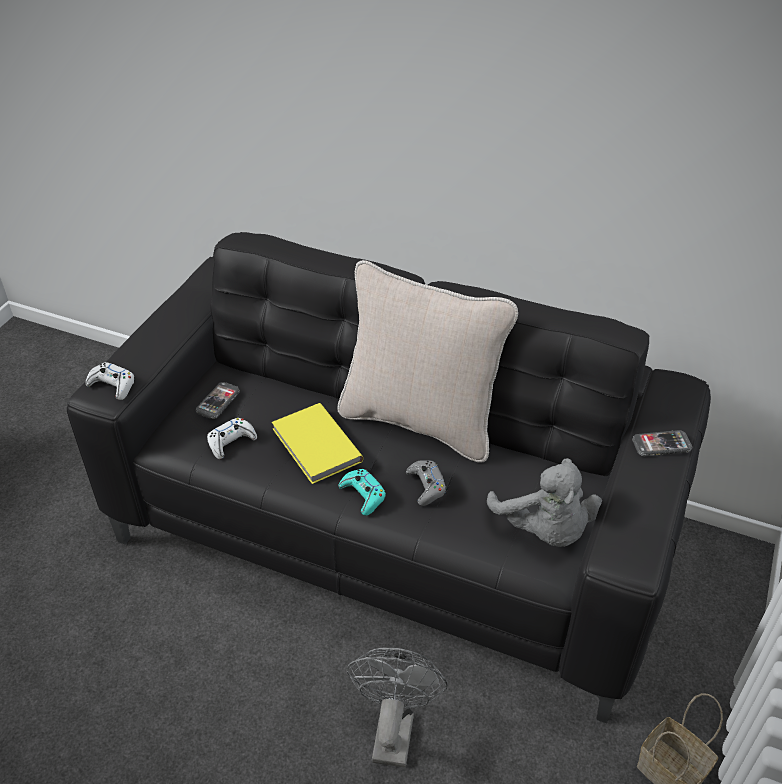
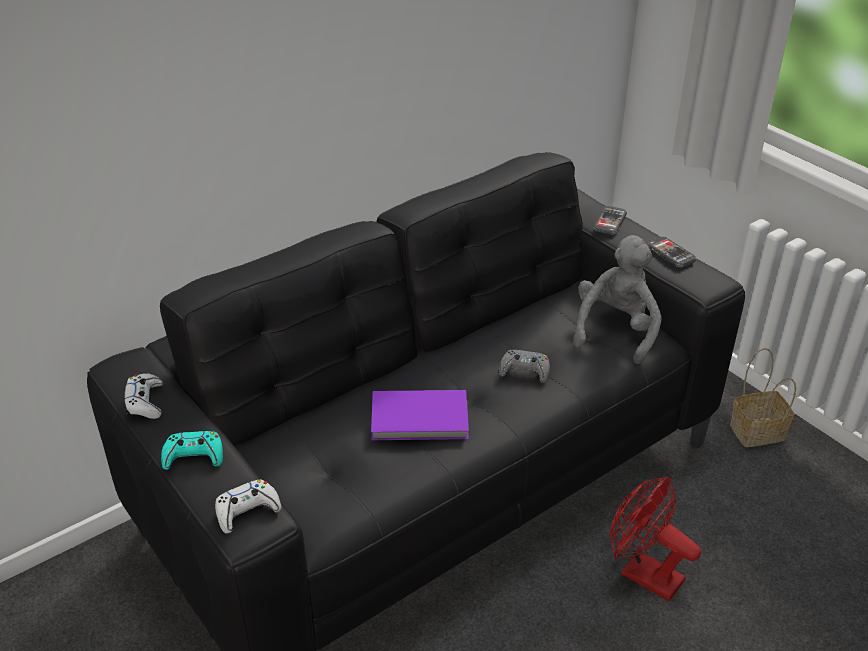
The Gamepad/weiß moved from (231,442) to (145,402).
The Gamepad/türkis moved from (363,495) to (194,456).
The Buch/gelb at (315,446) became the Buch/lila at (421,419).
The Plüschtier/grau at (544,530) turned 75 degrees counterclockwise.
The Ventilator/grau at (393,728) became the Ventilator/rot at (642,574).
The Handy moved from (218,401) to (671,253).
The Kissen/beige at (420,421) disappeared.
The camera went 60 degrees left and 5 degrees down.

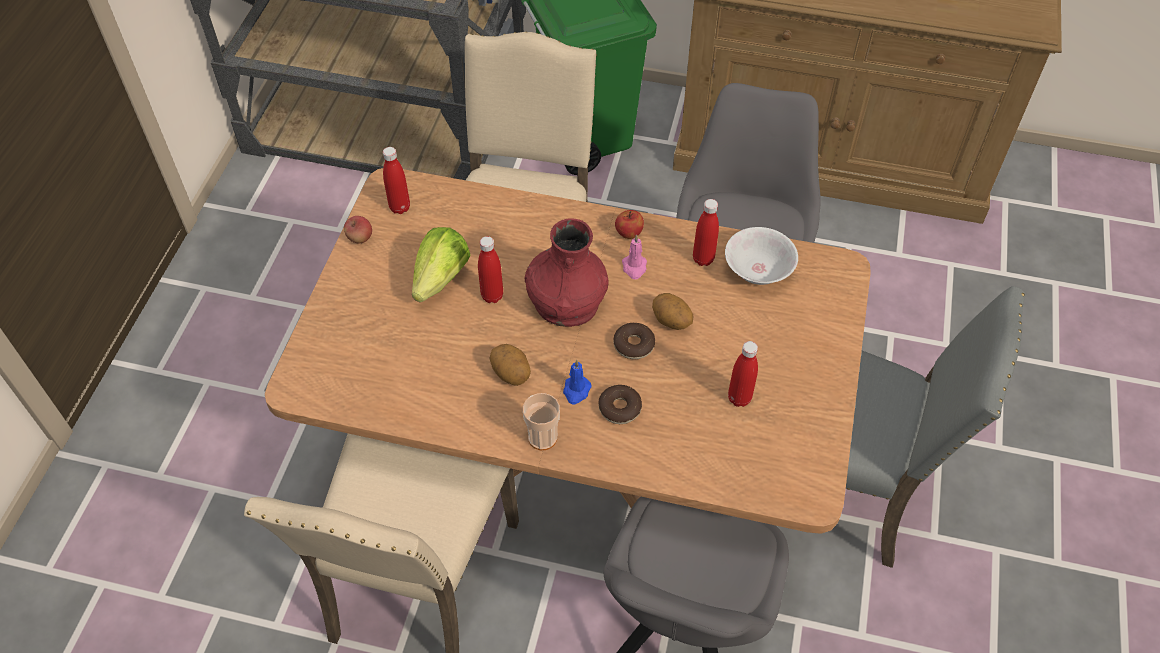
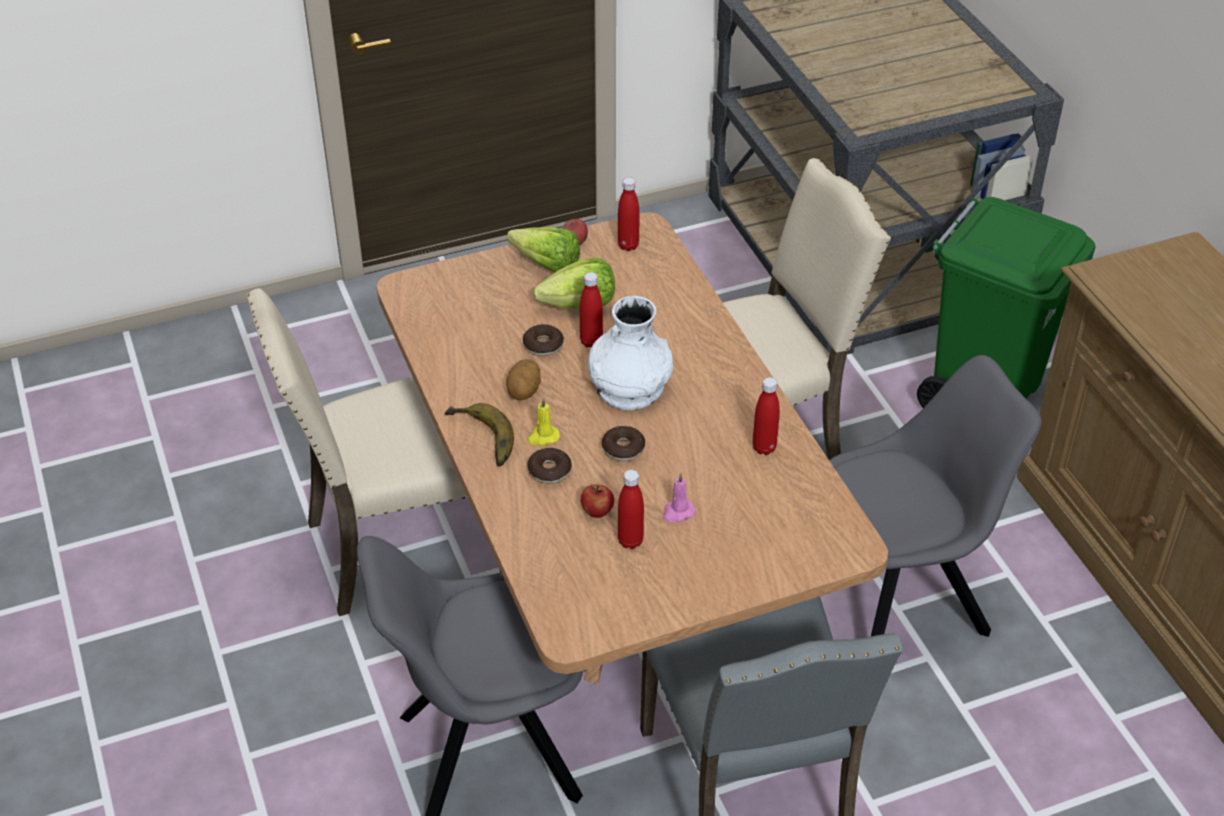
The Tasse at (542,437) was replaced by the Banane at (479,440).
The Salatkopf at (542,262) appeared.
The Donut at (543,345) appeared.
The Kerze/blau at (576,391) became the Kerze/gelb at (543,437).
The Apfel moved from (628,233) to (597,512).
The Vase/rot at (566,301) became the Vase/weiß at (629,386).
The Kerze/rosa moved from (634,267) to (677,512).
The Kartoffel at (671,321) disappeared.
The Schüssel/weiß at (758,271) disappeared.
The camera went 55 degrees right and 10 degrees down.

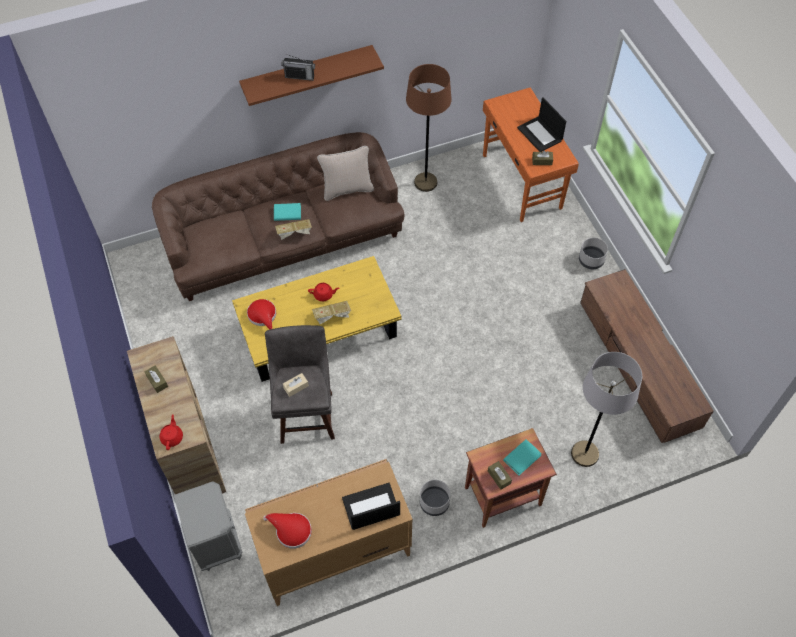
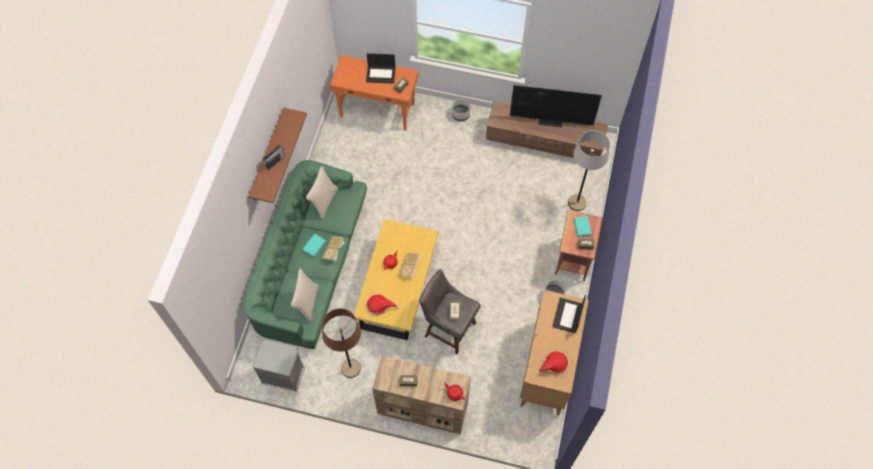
The Sofa/braun at (284,241) became the Sofa/grün at (312,266).
The Nachttisch/grau moved from (216,541) to (284,376).
The Kissen/beige at (307,303) appeared.
The Stehlampe/braun moved from (425,182) to (350,368).
The Fernseher at (551,120) appeared.
The camera went 55 degrees left and 5 degrees up.

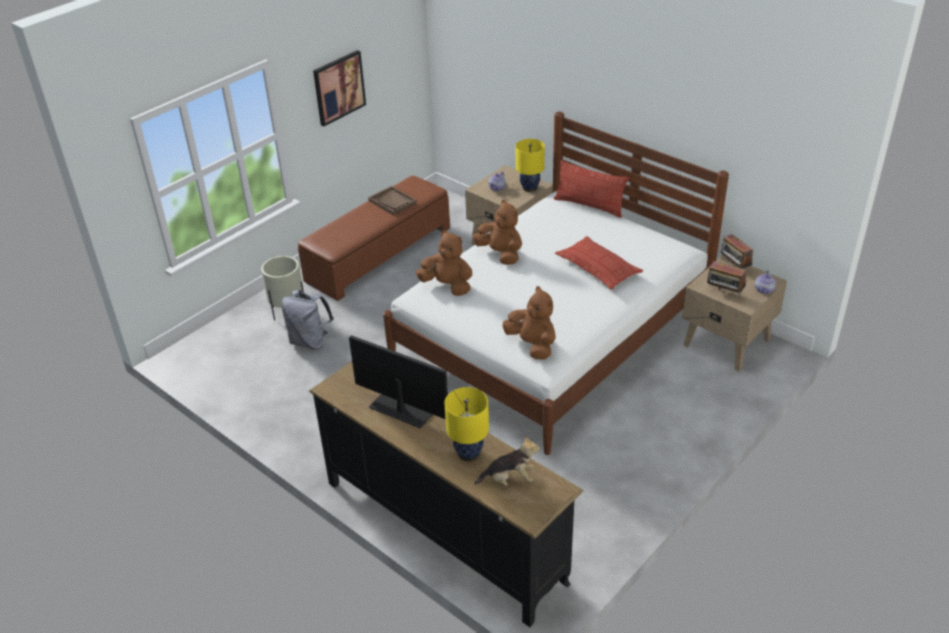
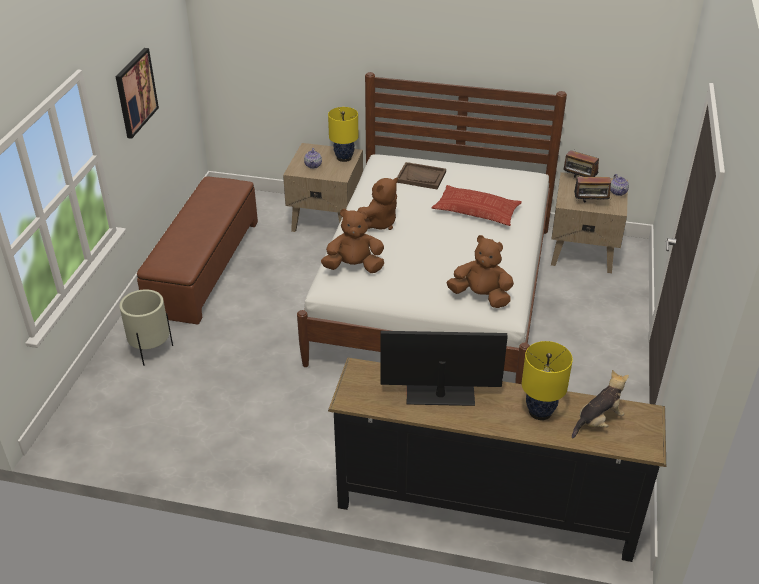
The Plüschtier/braun at (500,254) turned 120 degrees clockwise.
The Tablett/braun moved from (392,202) to (421,177).
The Rucksack/grau at (310,341) disappeared.
The Kissen at (589,205) disappeared.
The camera went 30 degrees left and 0 degrees up.

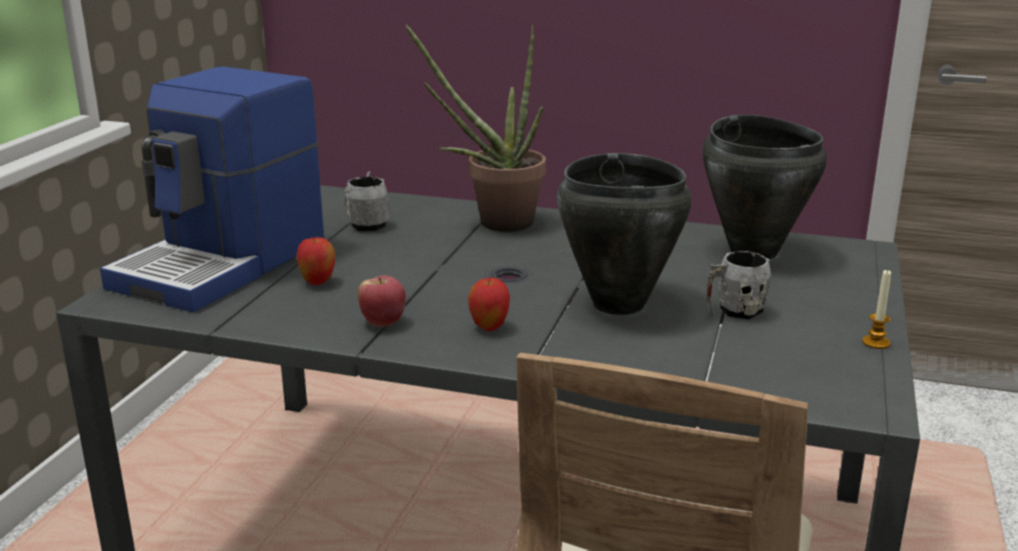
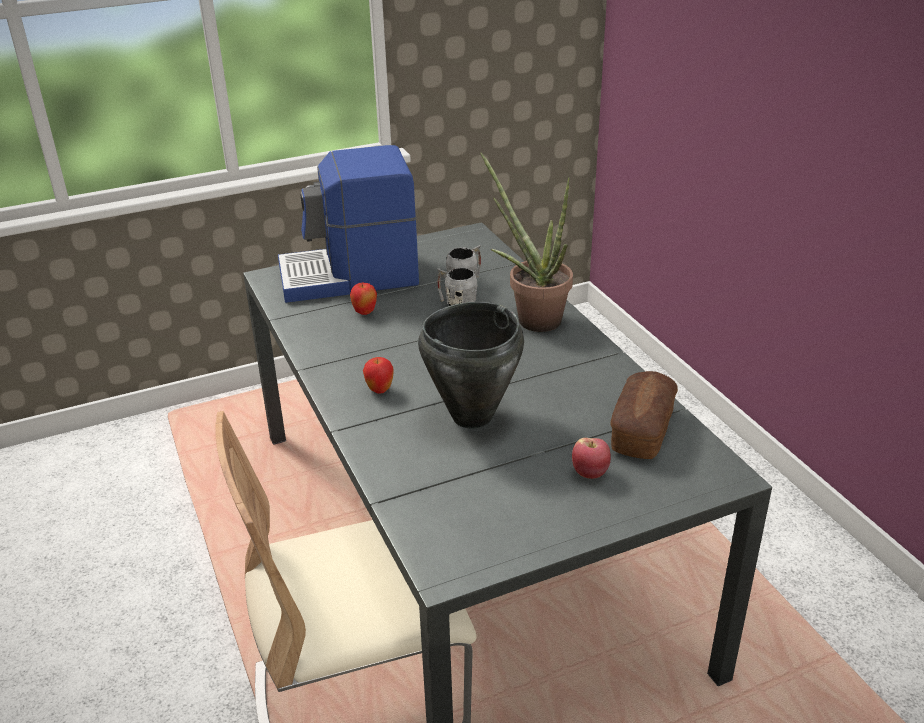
The Henkelbecher/grau moved from (734,311) to (457,304).
The Apfel moved from (383,322) to (590,473).
The Kochtopf/schwarz at (754,251) was replaced by the Brot at (642,430).
The Kerze at (876,343) disappeared.
The camera went 50 degrees right and 10 degrees up.

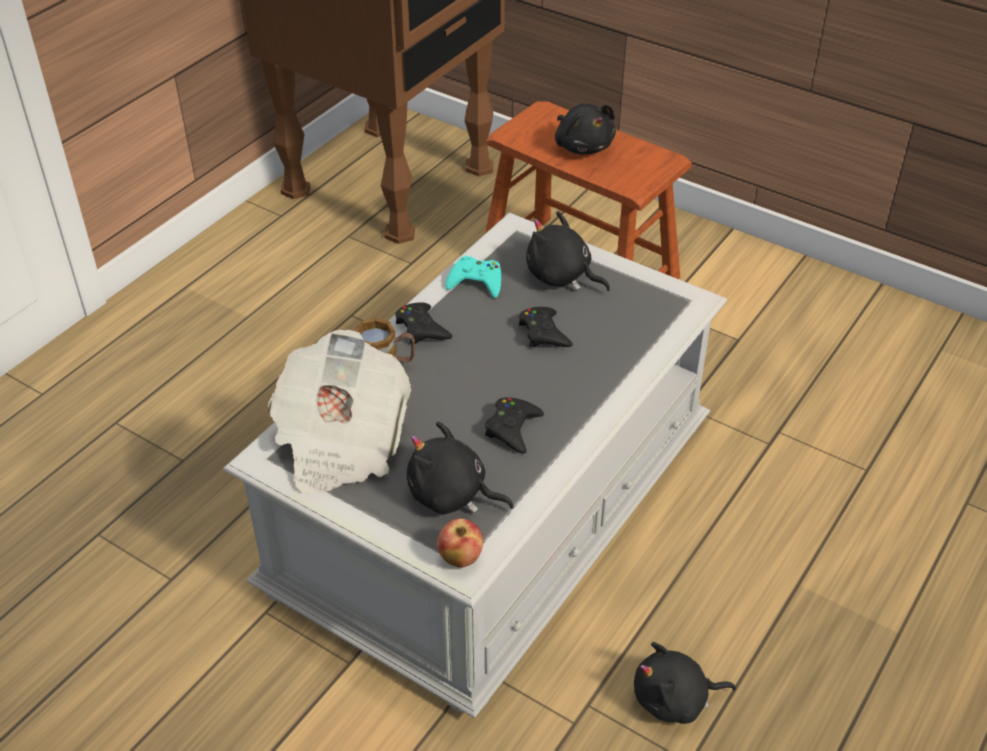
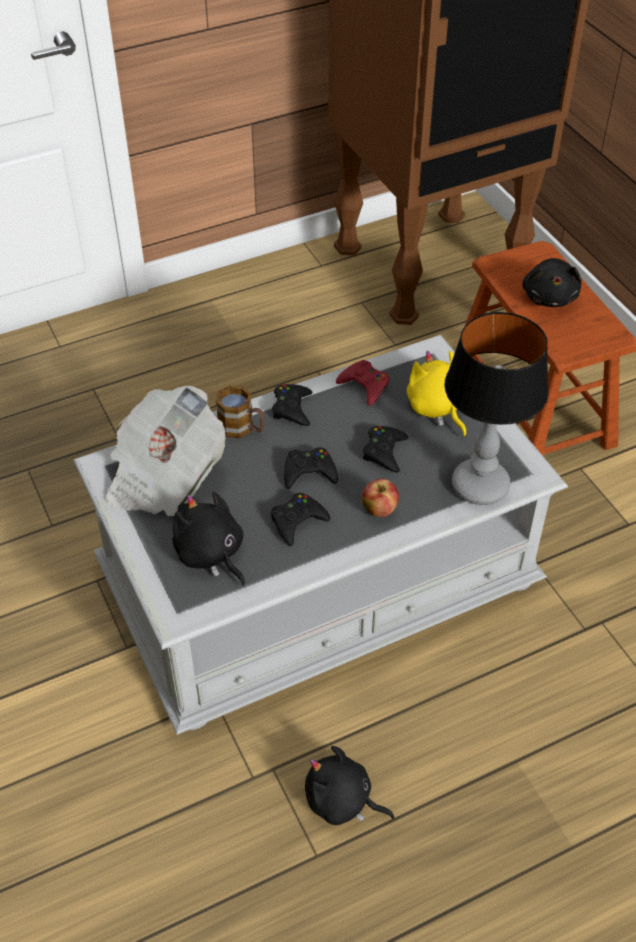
The Gamepad/schwarz at (309,472) appeared.
The Gamepad/türkis at (476,282) became the Gamepad/rot at (364,386).
The Apfel moved from (460,558) to (379,510).
The Plüschtier/schwarz at (561,276) became the Plüschtier/gelb at (437,408).
The Tischlampe at (481,485) appeared.
The camera went 30 degrees right and 5 degrees up.

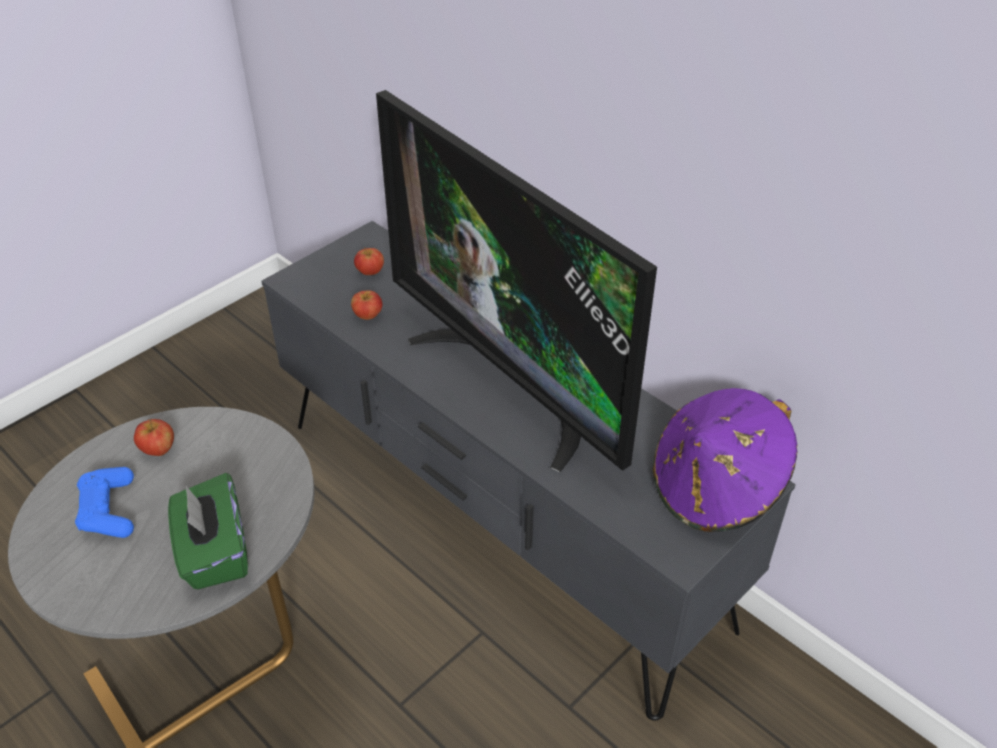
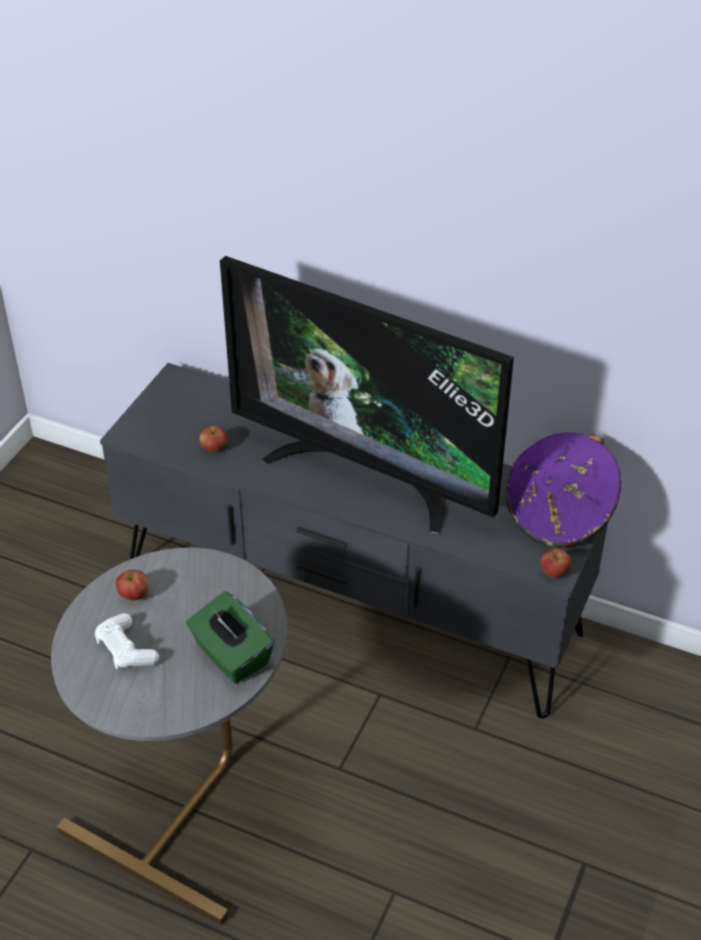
The Gamepad/blau at (109,510) became the Gamepad/weiß at (126,650).
The Apfel moved from (370,272) to (554,573).
The camera went 20 degrees left and 0 degrees up.

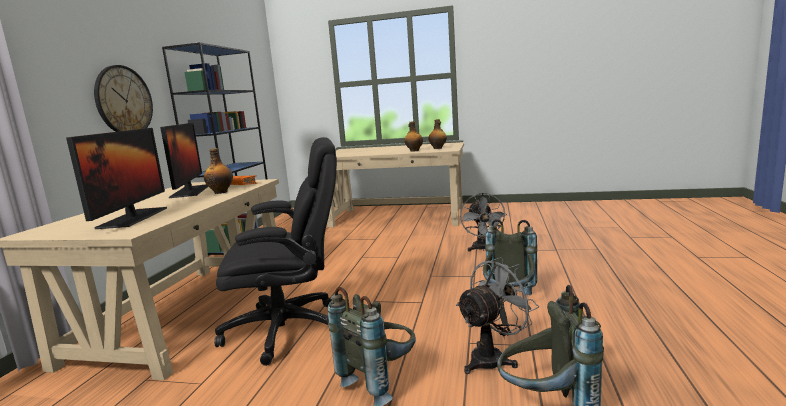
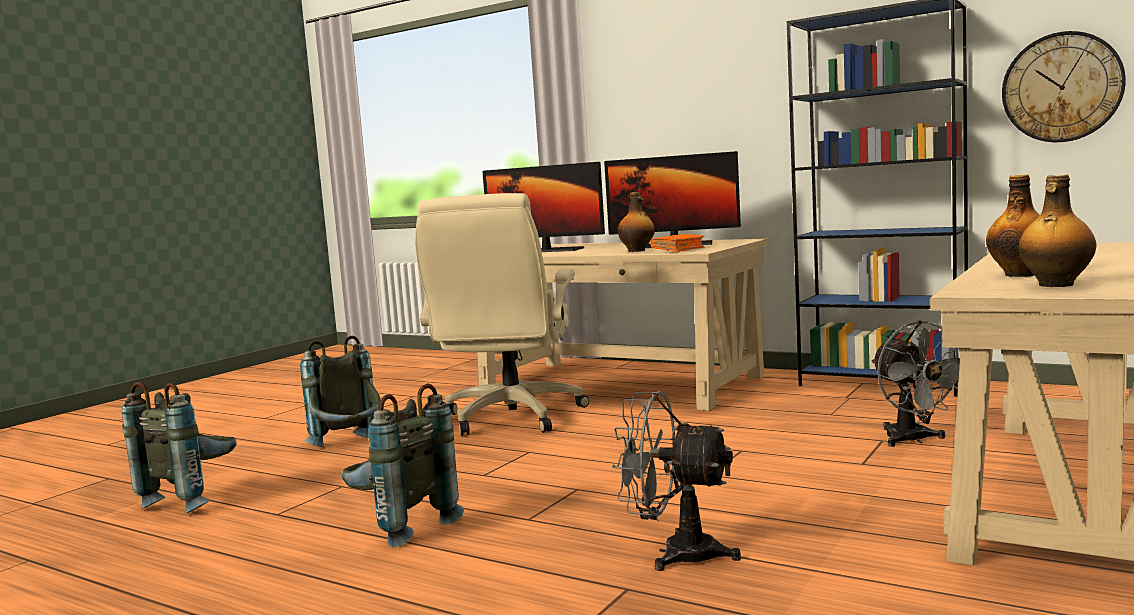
The Bürostuhl/schwarz at (293,329) became the Bürostuhl/beige at (509,420).
The Ventilator/grau moved from (493,357) to (913,440).
The Wanduhr moved from (123,101) to (1062,87).
The camera went 110 degrees right and 5 degrees down.

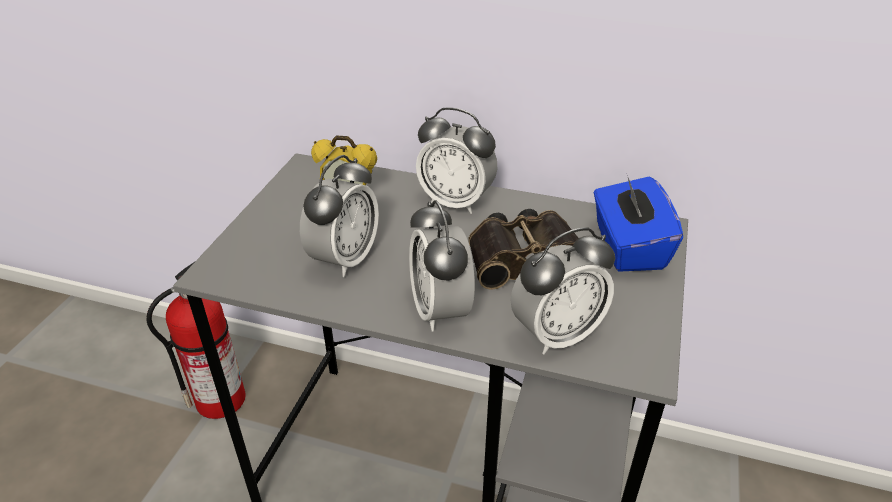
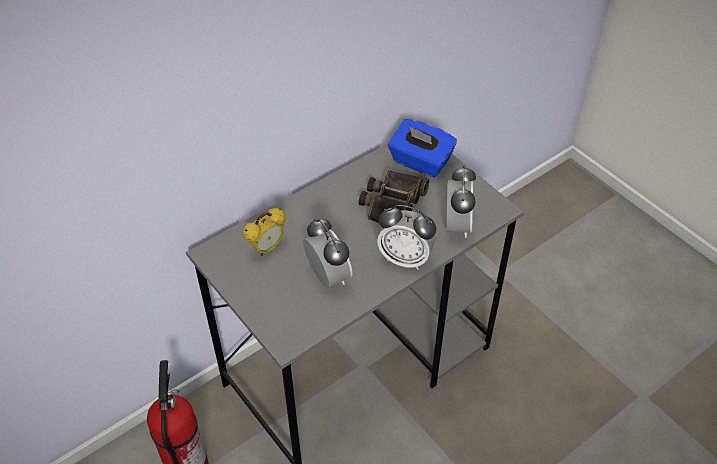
The Wecker at (456,202) disappeared.
The camera went 55 degrees left and 10 degrees up.

